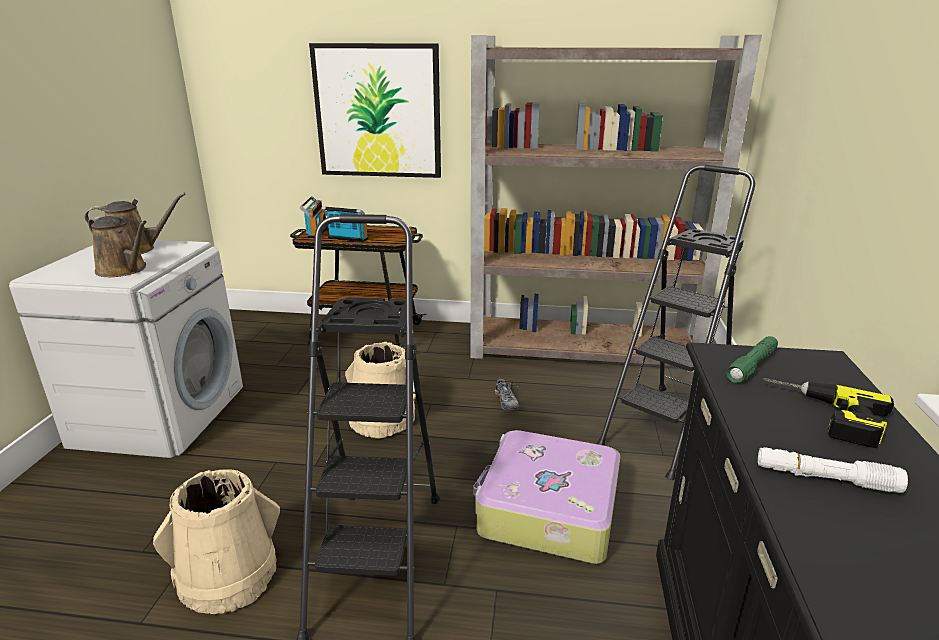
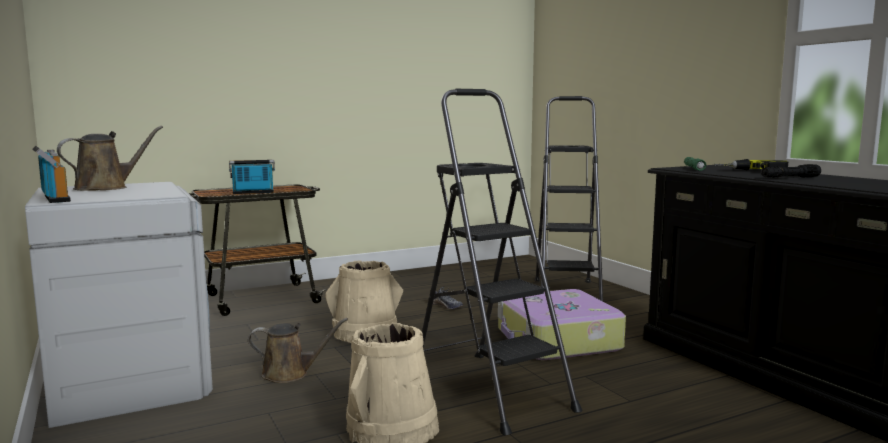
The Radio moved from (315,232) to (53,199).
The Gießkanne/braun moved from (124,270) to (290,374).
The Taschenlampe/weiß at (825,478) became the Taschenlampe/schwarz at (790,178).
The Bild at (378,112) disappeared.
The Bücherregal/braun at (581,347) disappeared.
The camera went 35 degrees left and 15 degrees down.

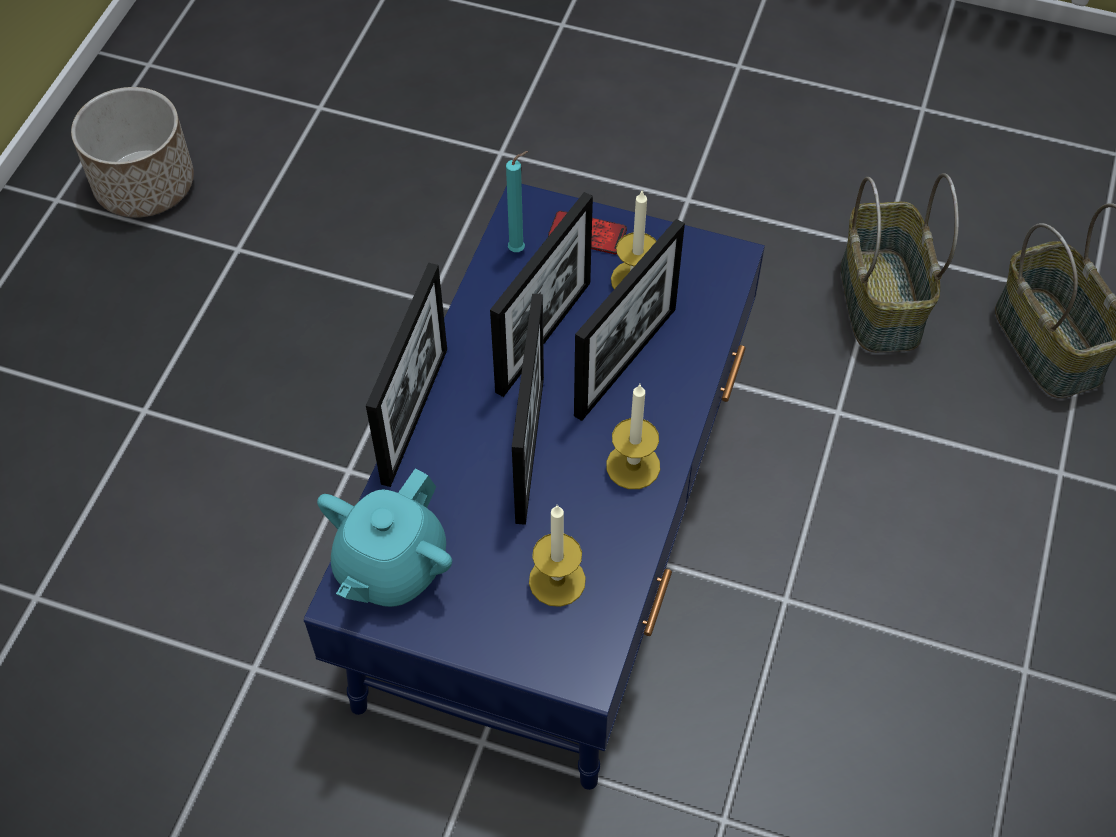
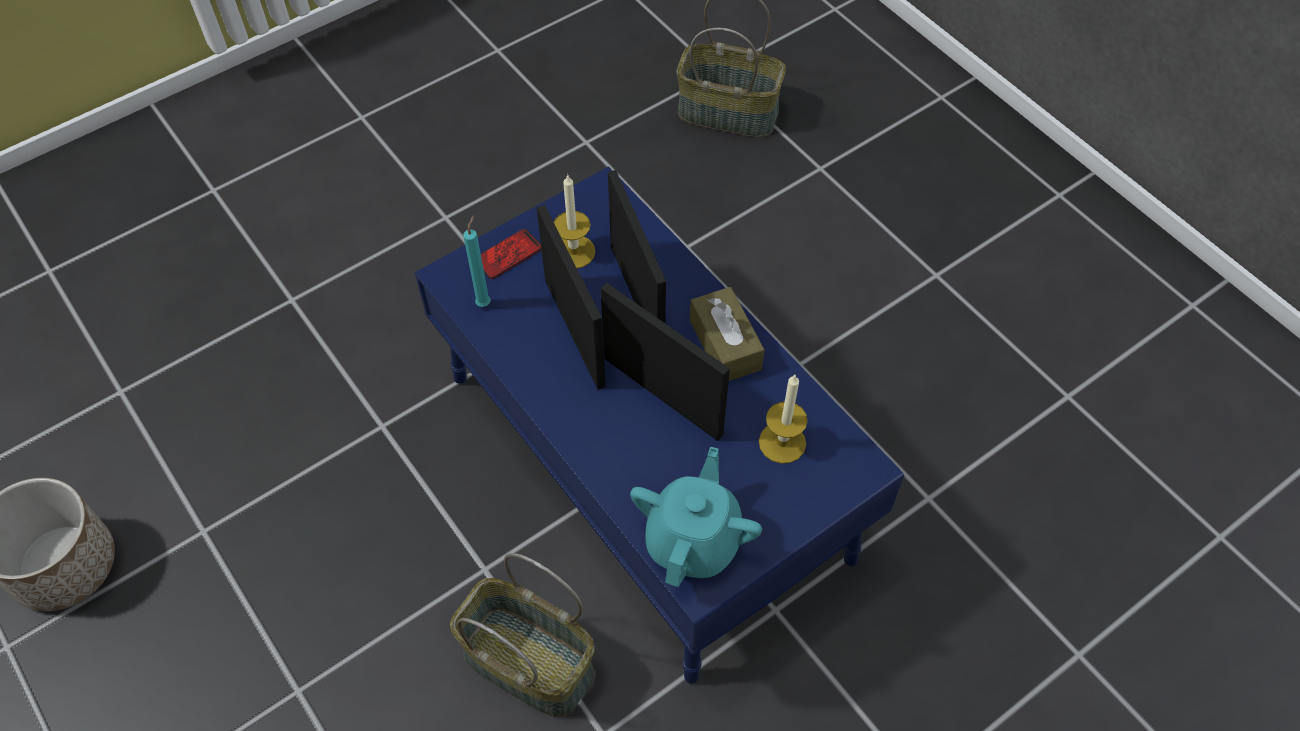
The Korb moved from (878,300) to (526,664).
The Teekanne/türkis at (390,566) turned 135 degrees counterclockwise.
The Kerze at (633,466) was replaced by the Taschentuchbox/braun at (725,344).
The Bilderrahmen at (415,415) disappeared.
The camera went 55 degrees left and 0 degrees up.

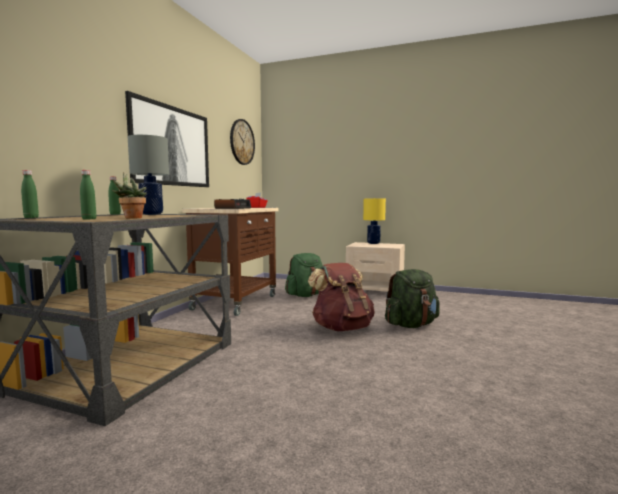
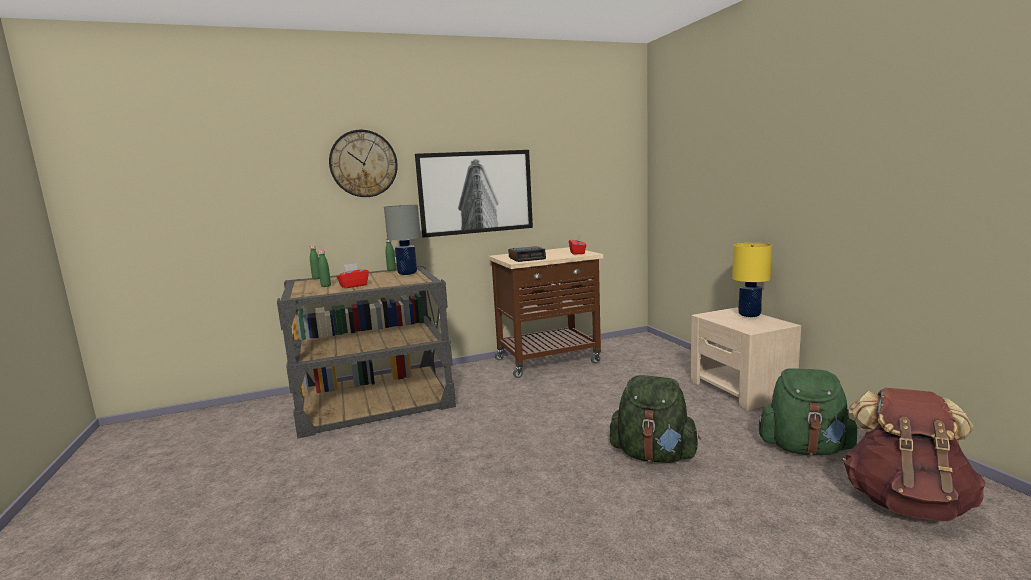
The Wanduhr moved from (242,142) to (363,164).
The Topfpflanze at (131,218) was replaced by the Taschentuchbox/rot at (353,286).
The Rucksack/grün moved from (306,295) to (805,448).
The Rucksack/braun moved from (342,328) to (905,502).
The camera went 50 degrees right and 5 degrees up.

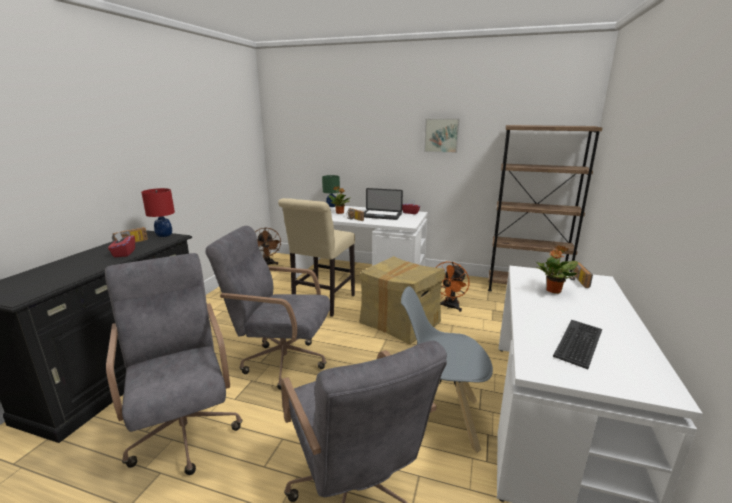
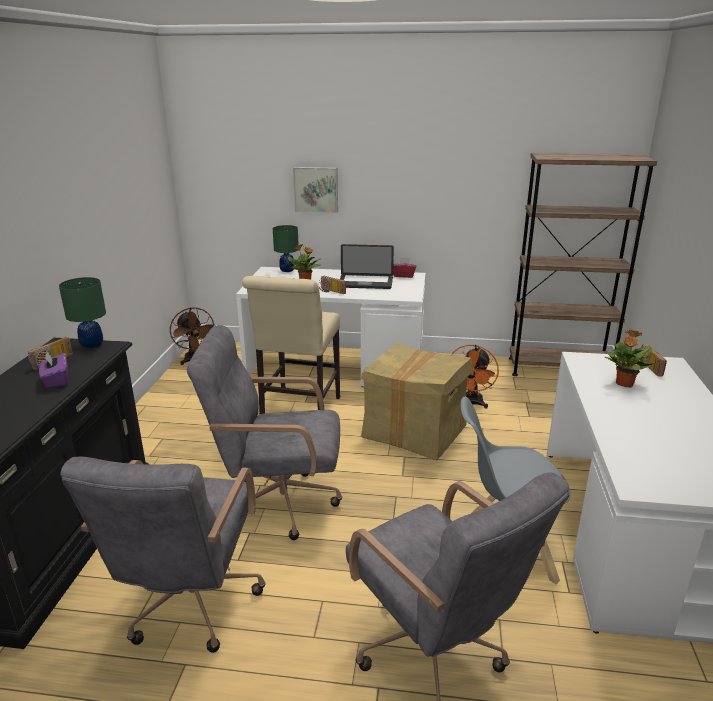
The Taschentuchbox/rot at (124,253) became the Taschentuchbox/lila at (56,380).
The Tischlampe/rot at (164,235) became the Tischlampe/grün at (92,345).
The Bürostuhl/grau at (185,431) turned 135 degrees counterclockwise.
The Bild moved from (441,135) to (316,189).
The Tastatur at (579,343) disappeared.
The camera went 10 degrees left and 5 degrees up.

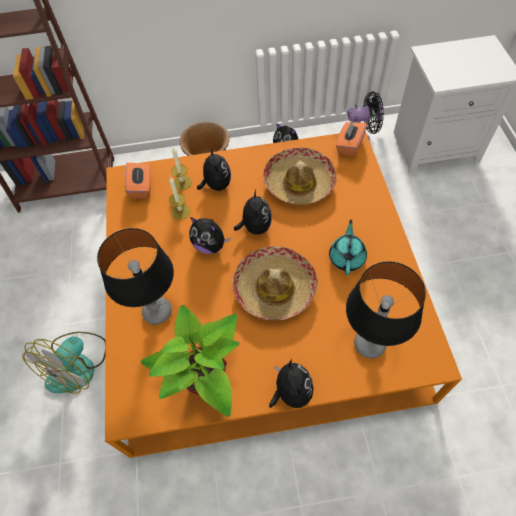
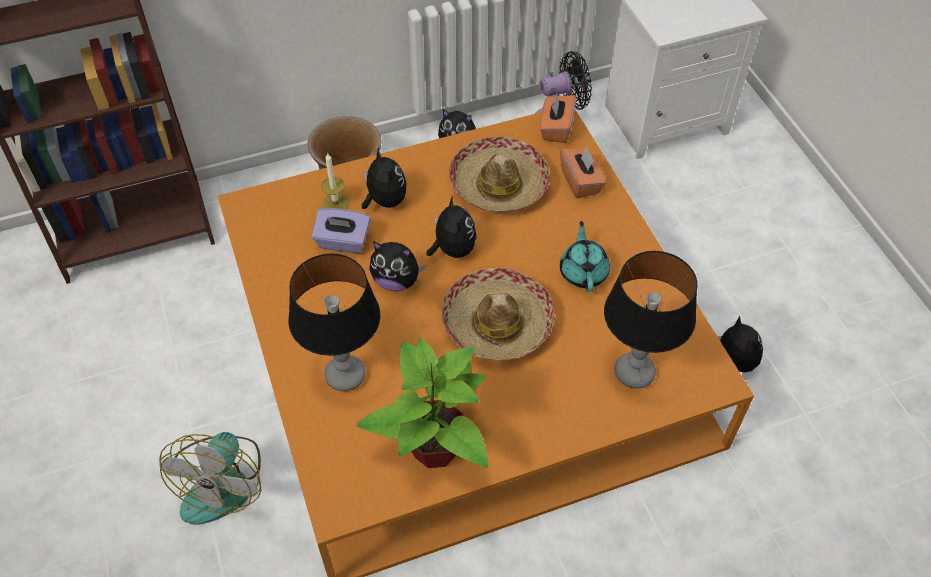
The Kerze at (180,211) was replaced by the Taschentuchbox/lila at (343,242).
The Taschentuchbox/orange moved from (142,188) to (581,182).
The Plüschtier moved from (291,392) to (732,363).
The camera went 15 degrees left and 5 degrees down.

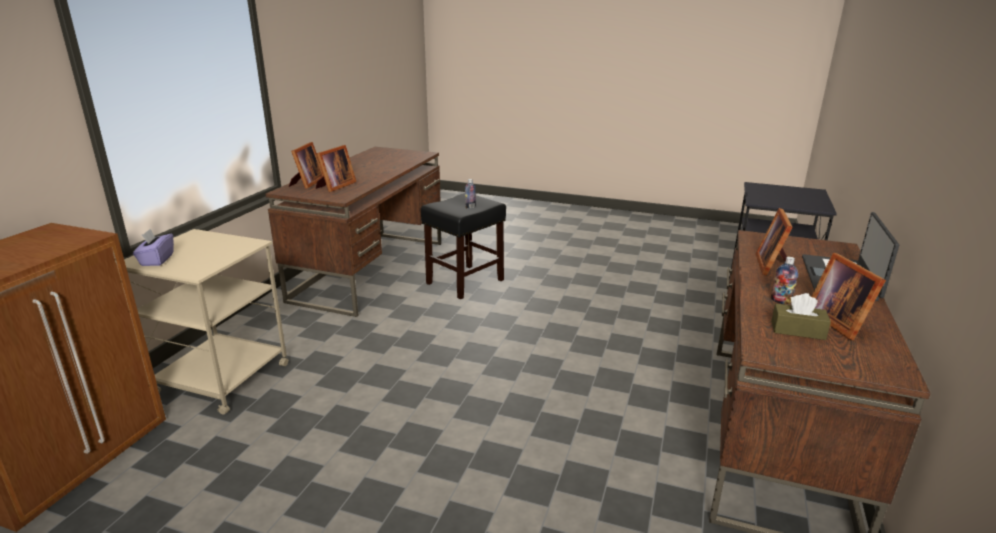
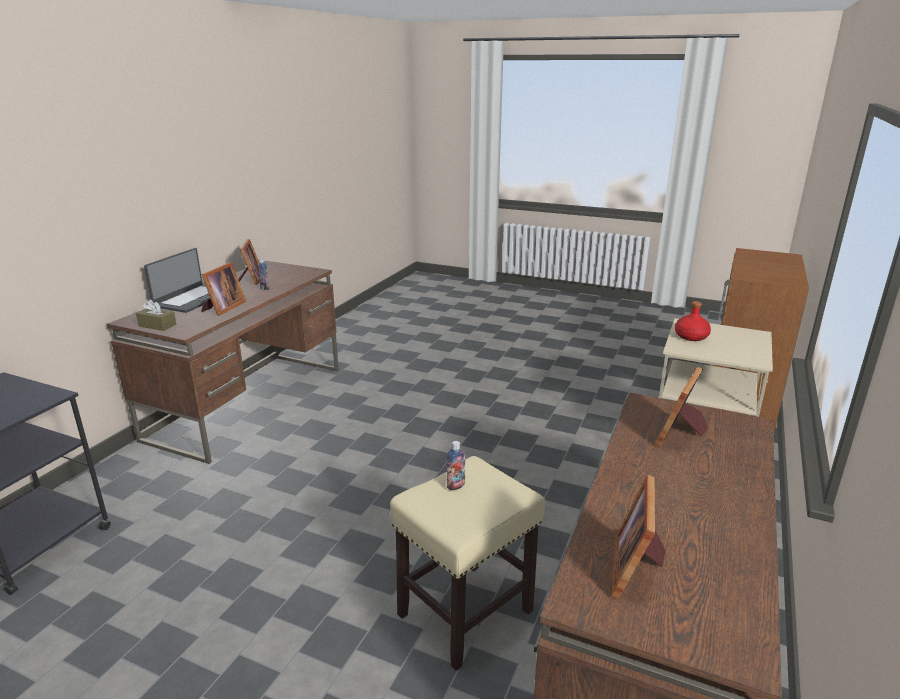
The Taschentuchbox/braun moved from (797,330) to (157,325).
The Hocker/schwarz at (464,282) became the Hocker/beige at (466,611).
The Bilderrahmen moved from (307,183) to (636,568).
The Flasche/rot at (690,336) appeared.
The Taschentuchbox/lila at (156,260) disappeared.
The camera went 175 degrees left and 0 degrees up.

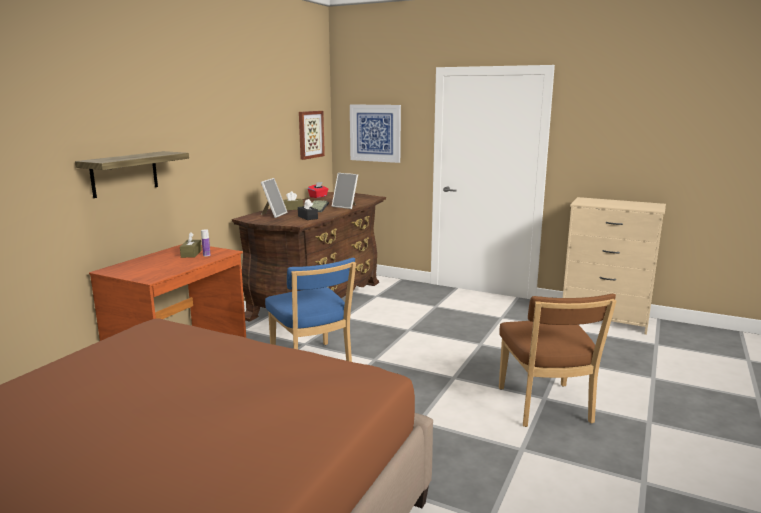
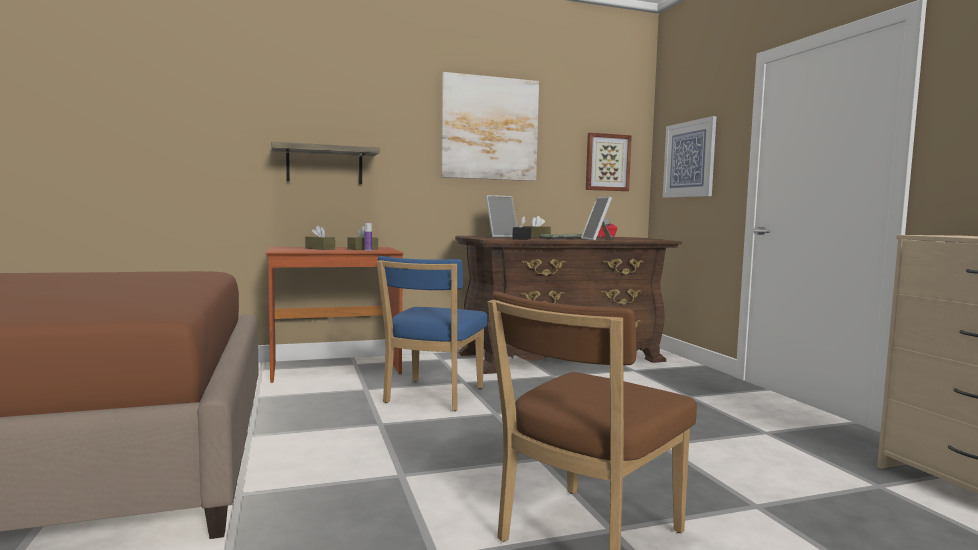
The Taschentuchbox/braun at (320,248) appeared.
The Bild at (489,128) appeared.
The camera went 45 degrees right and 10 degrees down.

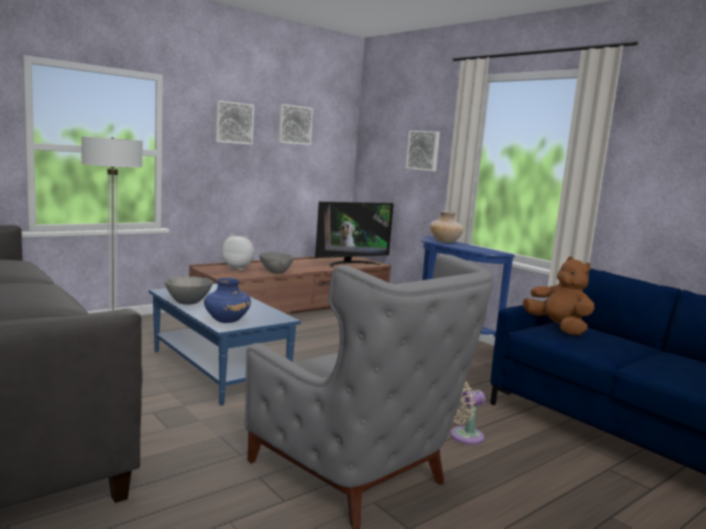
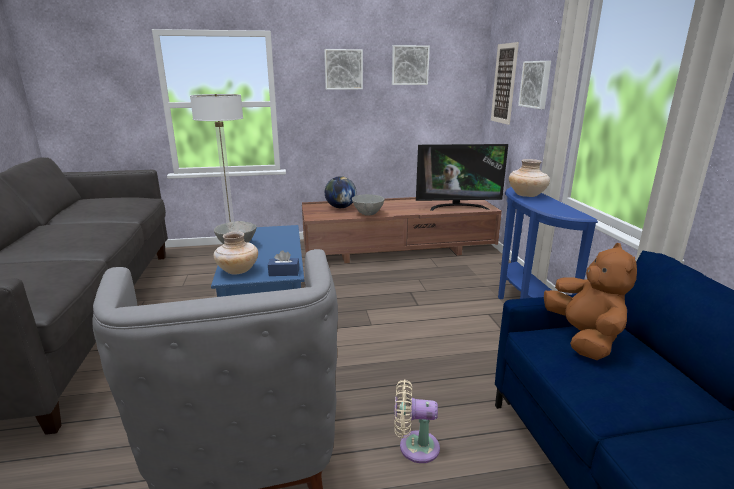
The Vase/blau at (226,320) became the Vase/beige at (238,271).
The Taschentuchbox/blau at (284,272) appeared.
The Plüschtier at (239,268) was replaced by the Globus at (340,207).
The Bild at (504,84) appeared.
The camera went 30 degrees right and 10 degrees up.

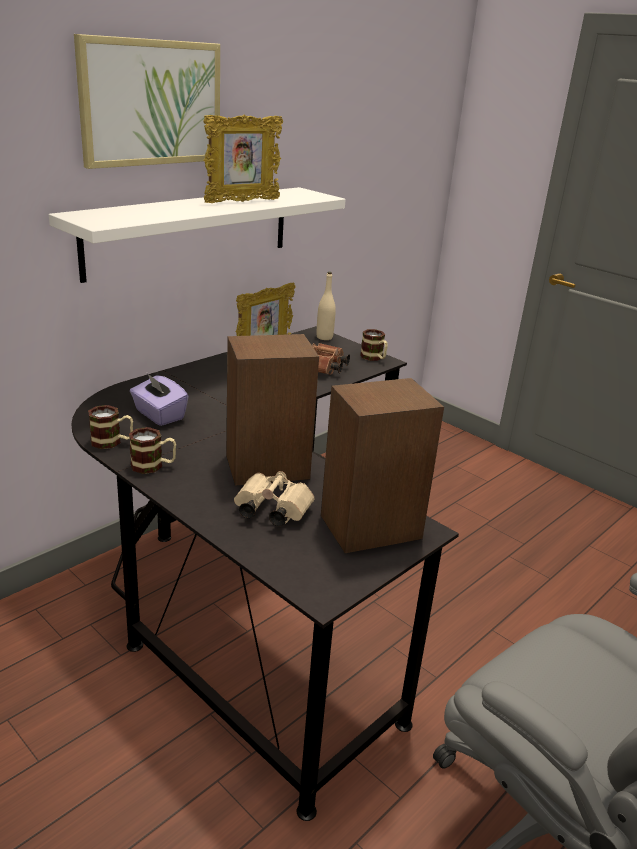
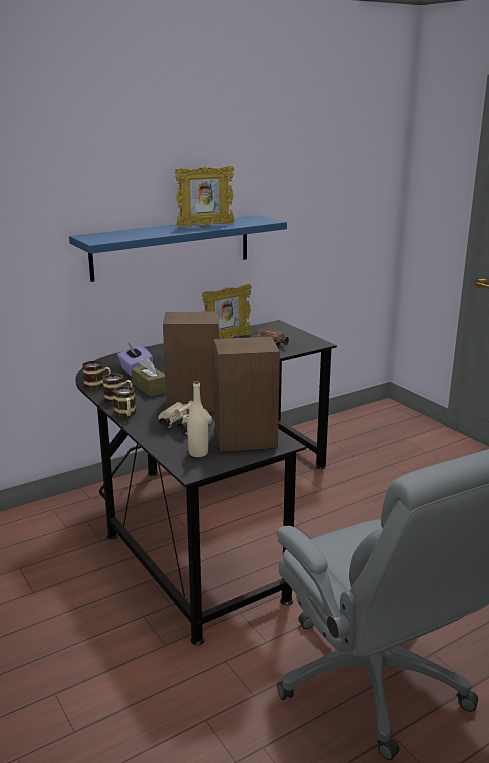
The Wandregal/weiß at (191,231) became the Wandregal/blau at (172,247).
The Henkelbecher moved from (374,358) to (126,414).
The Taschentuchbox/braun at (150,388) appeared.
The Flasche/beige moved from (324,337) to (198,453).
The Bild at (151,103) disappeared.
The camera went 15 degrees right and 5 degrees down.

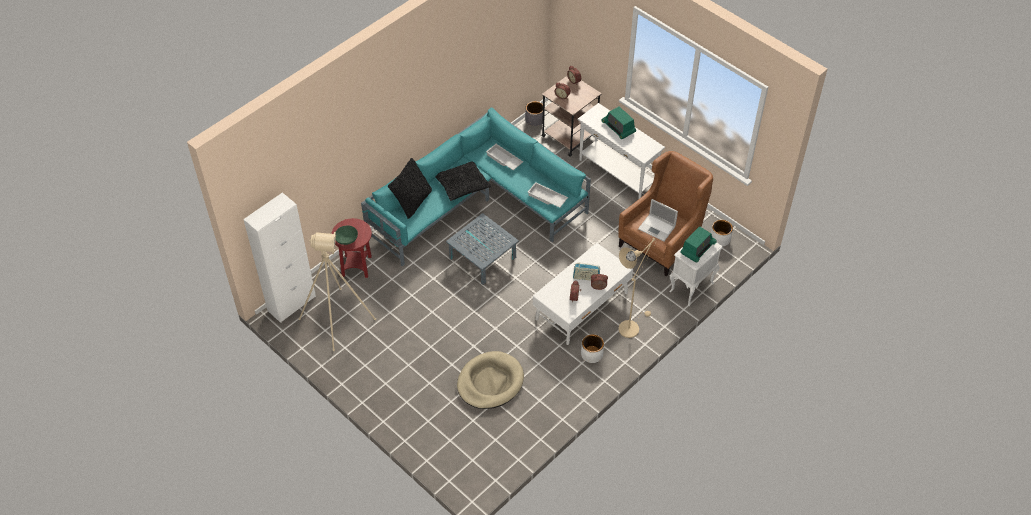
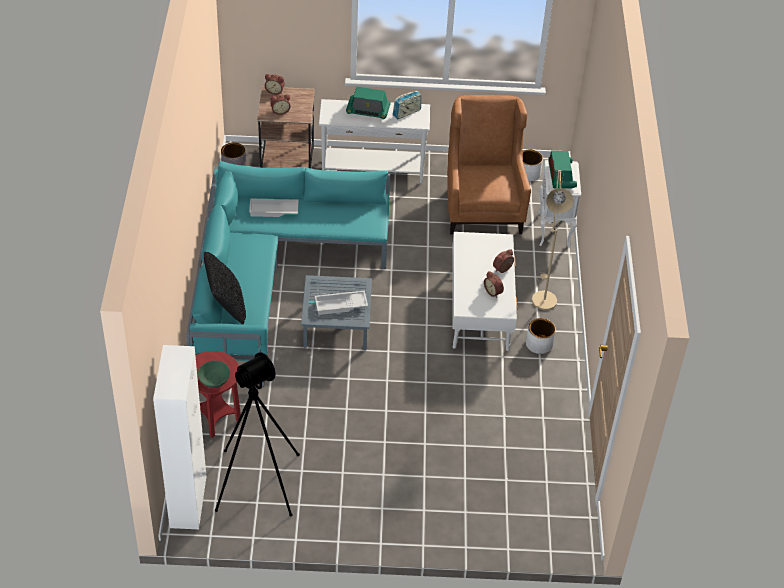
The Stehlampe/beige at (337,319) became the Stehlampe/schwarz at (258,482).
The Tablett/weiß moved from (546,198) to (340,306).
The Radio moved from (586,277) to (406,113).
The Kissen/schwarz at (462,186) disappeared.
The Hundebett/beige at (490,382) disappeared.
The Laptop at (657,228) disappeared.
The camera went 45 degrees left and 5 degrees down.

